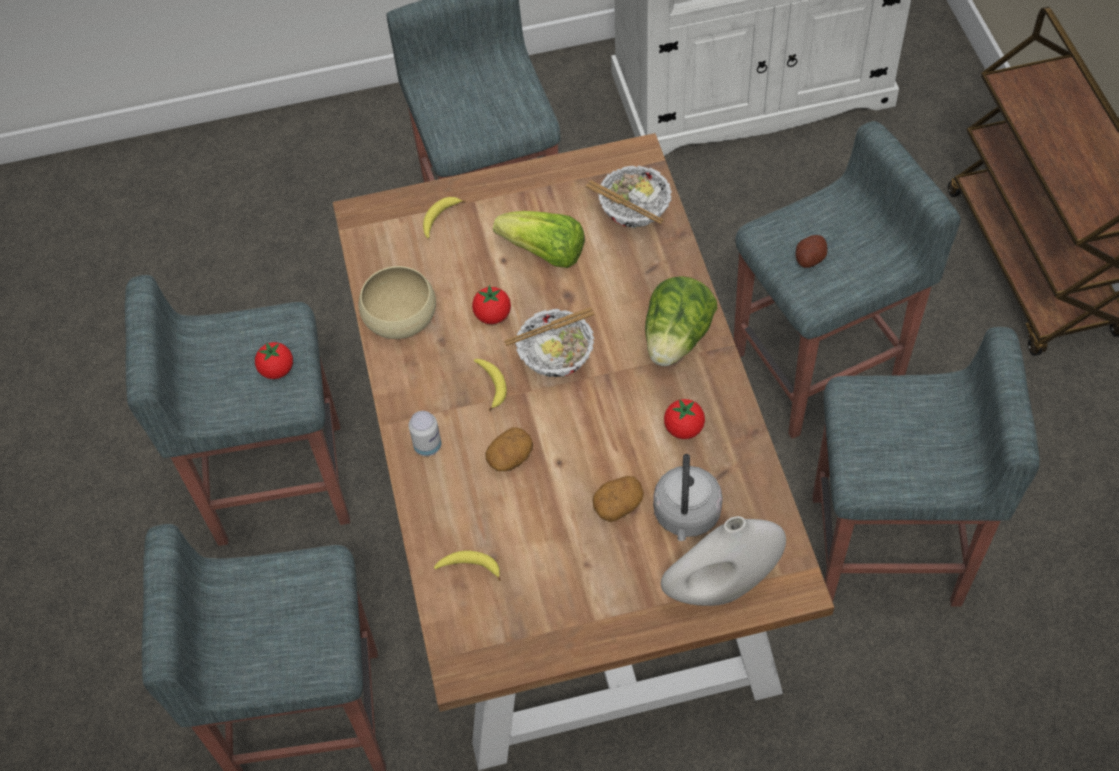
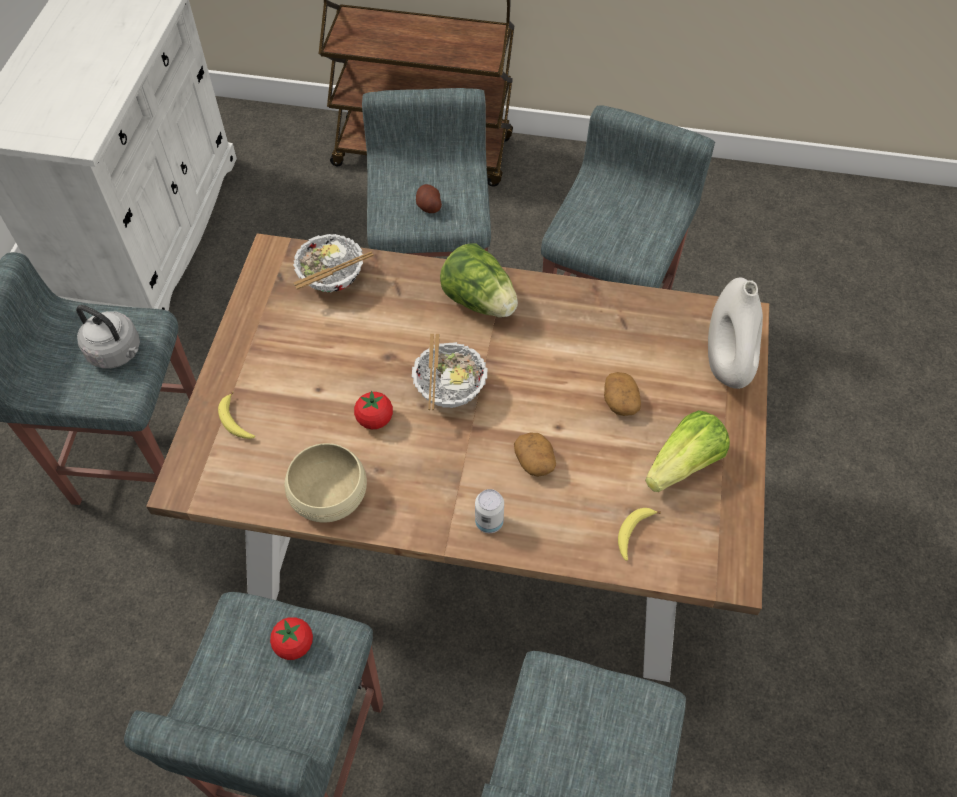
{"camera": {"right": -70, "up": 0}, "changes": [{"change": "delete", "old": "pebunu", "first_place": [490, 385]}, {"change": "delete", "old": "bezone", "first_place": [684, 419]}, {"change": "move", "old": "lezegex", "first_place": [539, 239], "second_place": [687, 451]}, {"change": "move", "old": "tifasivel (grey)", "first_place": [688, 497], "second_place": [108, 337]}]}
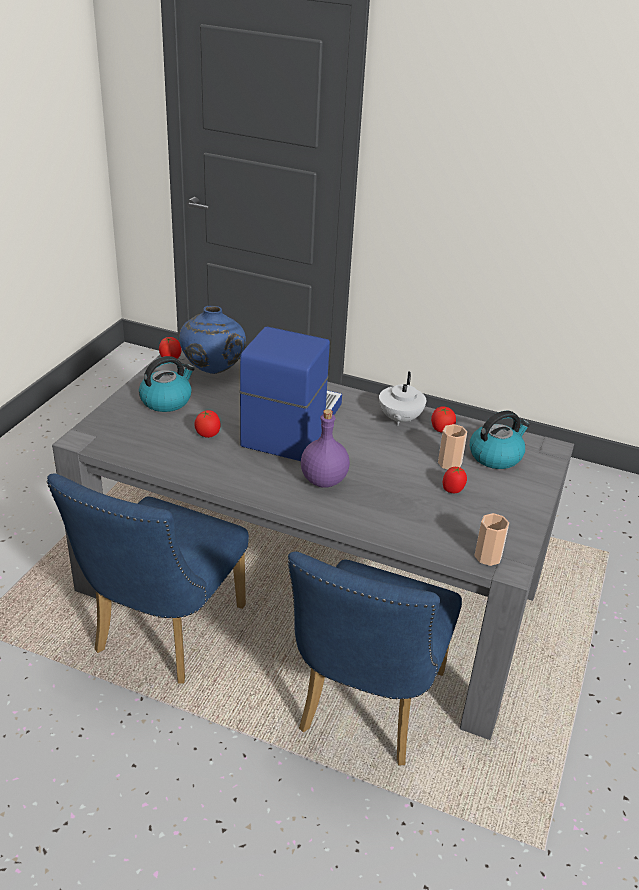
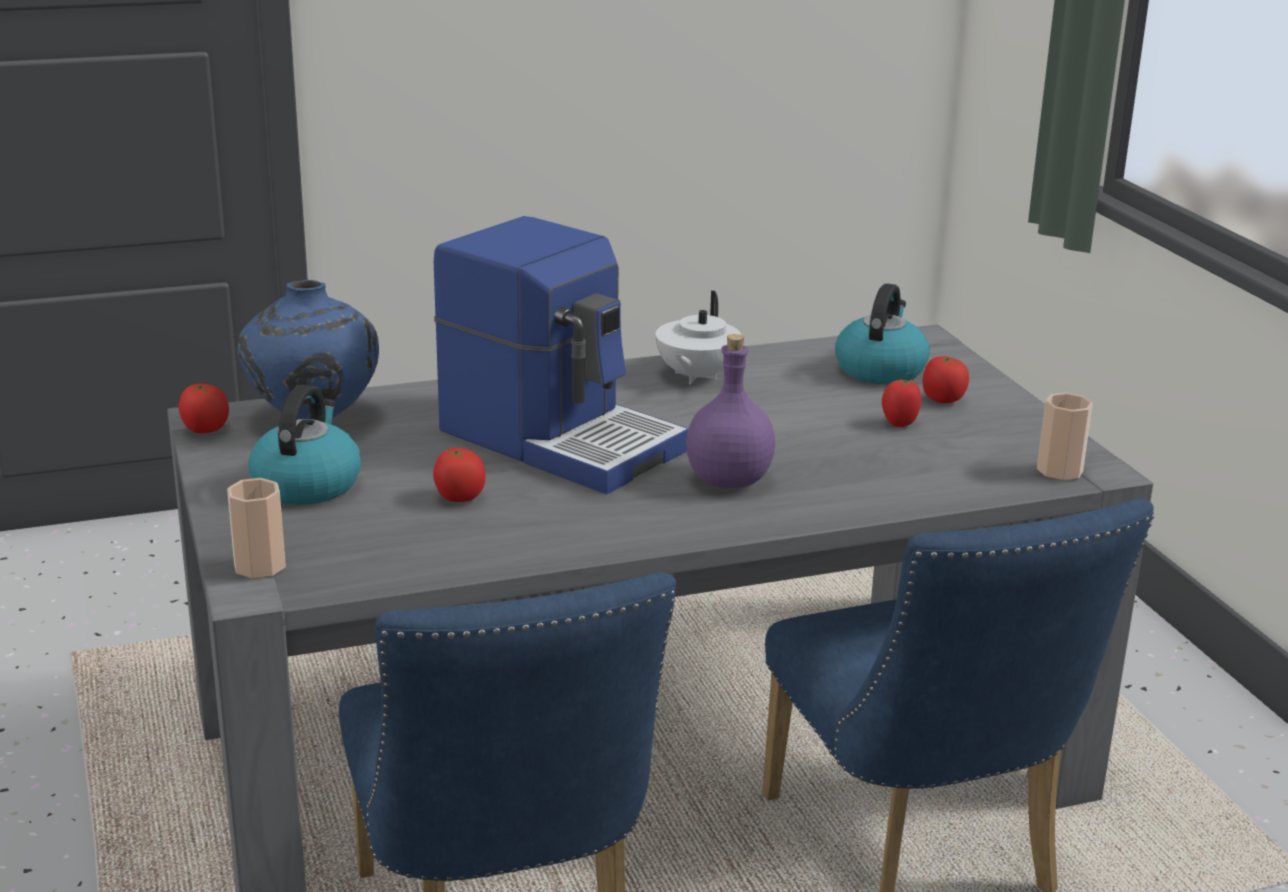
{"camera": {"right": -40, "up": -10}, "changes": [{"change": "move", "old": "bezone", "first_place": [443, 419], "second_place": [946, 379]}, {"change": "move", "old": "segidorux", "first_place": [452, 446], "second_place": [256, 528]}, {"change": "rotate", "old": "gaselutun", "first_place": [290, 394], "second_place": [561, 355], "degrees": 150}, {"change": "rotate", "old": "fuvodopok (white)", "first_place": [402, 398], "second_place": [698, 338], "degrees": 45}]}
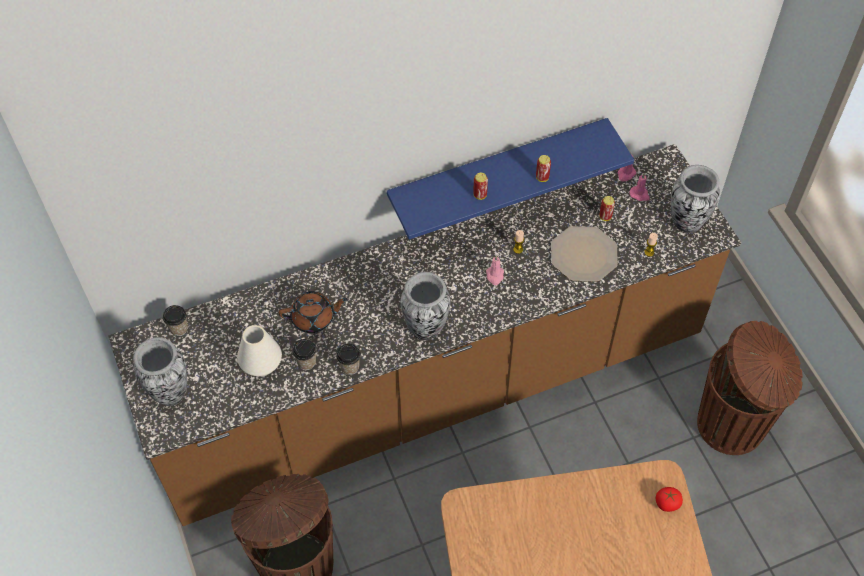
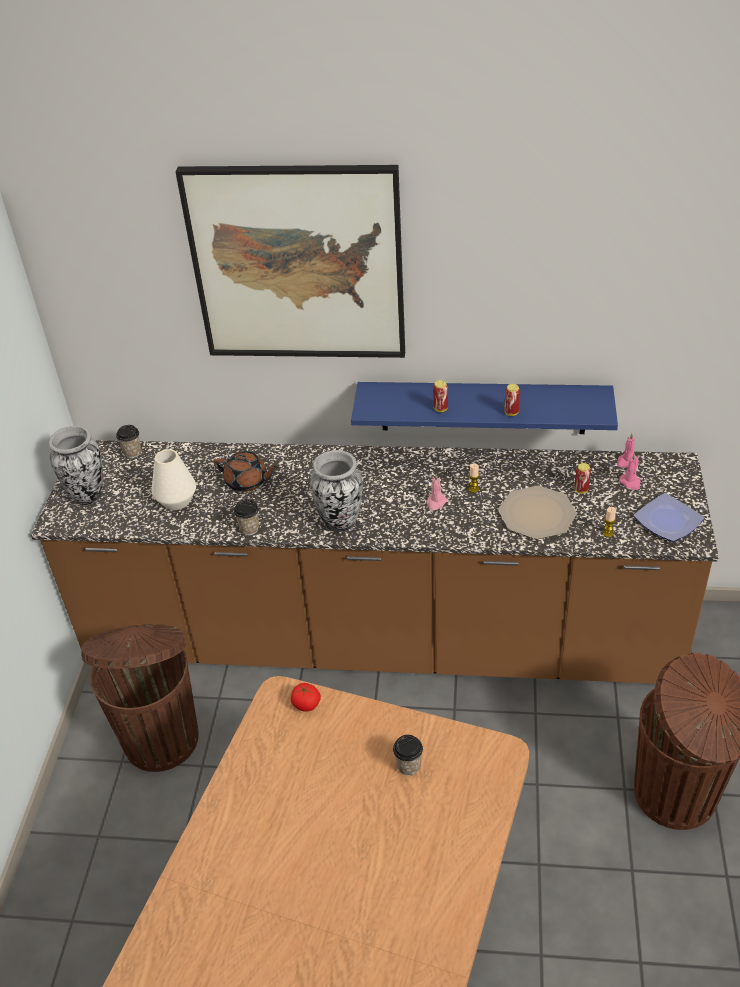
{"camera": {"right": 30, "up": -15}, "changes": [{"change": "insert", "new": "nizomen", "second_place": [290, 261]}, {"change": "move", "old": "segidorux", "first_place": [304, 354], "second_place": [408, 755]}, {"change": "move", "old": "bezone", "first_place": [669, 499], "second_place": [306, 697]}, {"change": "replace", "old": "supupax", "new": "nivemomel", "first_place": [695, 199], "second_place": [669, 517]}]}
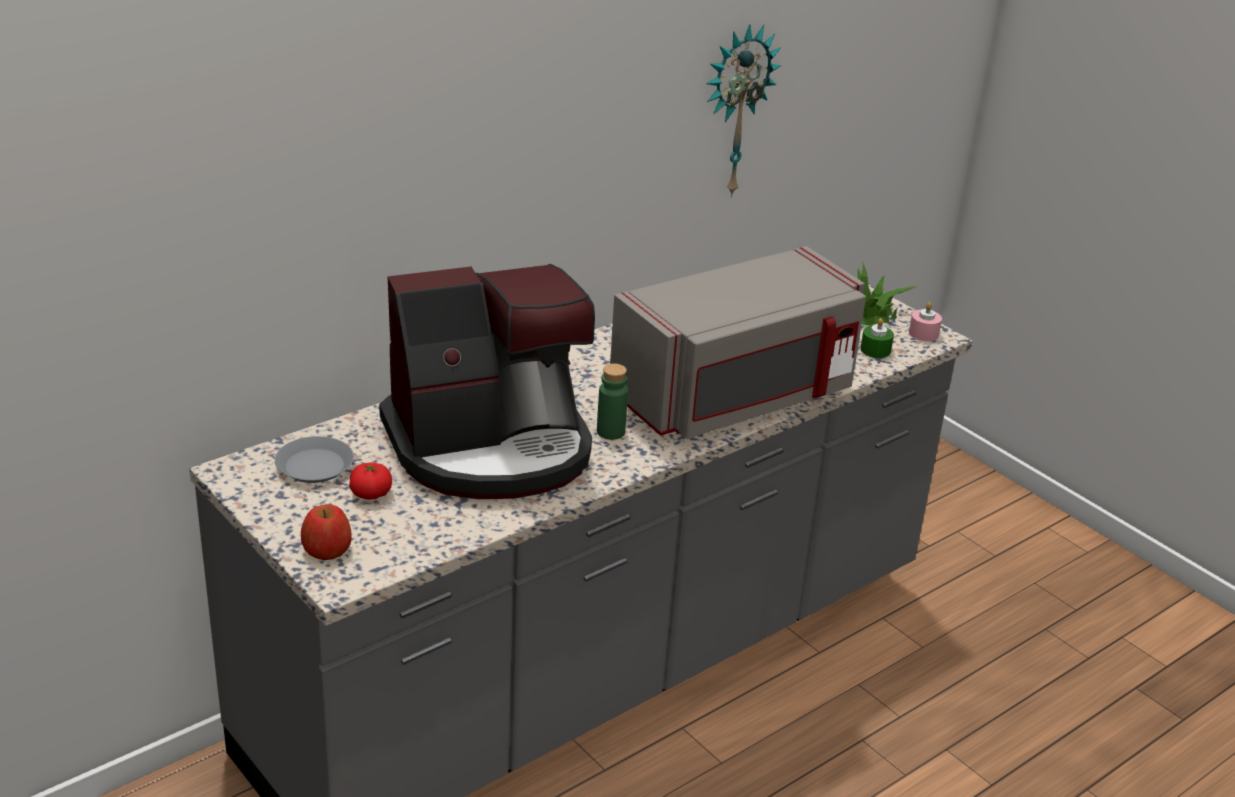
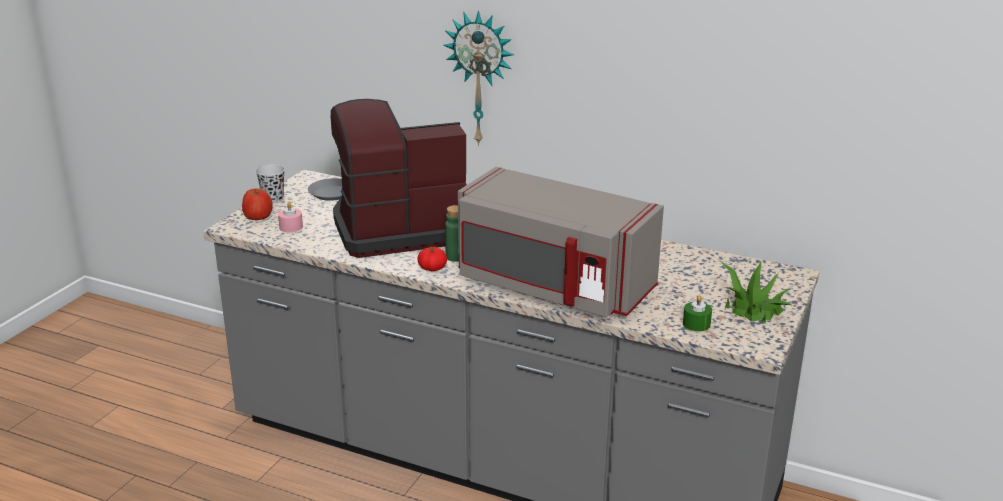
{"camera": {"right": 65, "up": -5}, "changes": [{"change": "insert", "new": "segidorux (black)", "second_place": [270, 183]}, {"change": "move", "old": "bezone", "first_place": [370, 481], "second_place": [432, 259]}, {"change": "move", "old": "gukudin", "first_place": [743, 111], "second_place": [479, 78]}, {"change": "move", "old": "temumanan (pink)", "first_place": [925, 321], "second_place": [290, 217]}, {"change": "rotate", "old": "gaselutun", "first_place": [487, 381], "second_place": [399, 178], "degrees": 120}]}
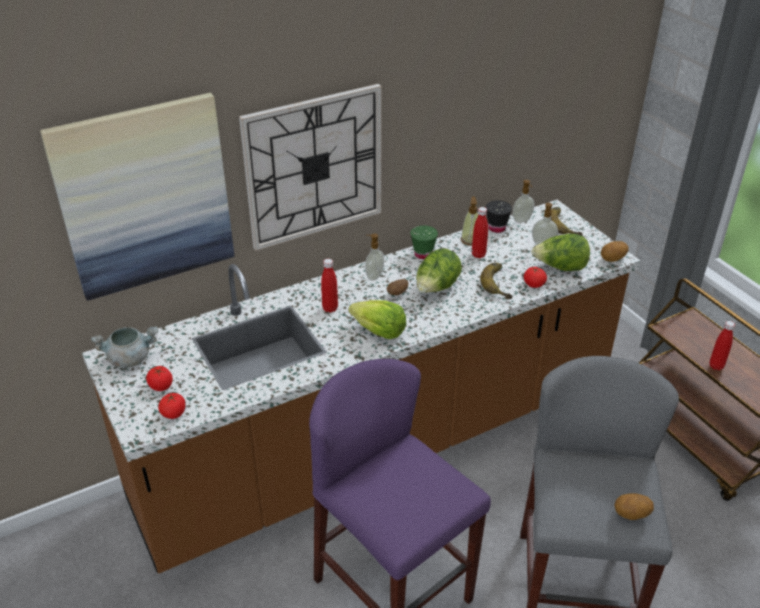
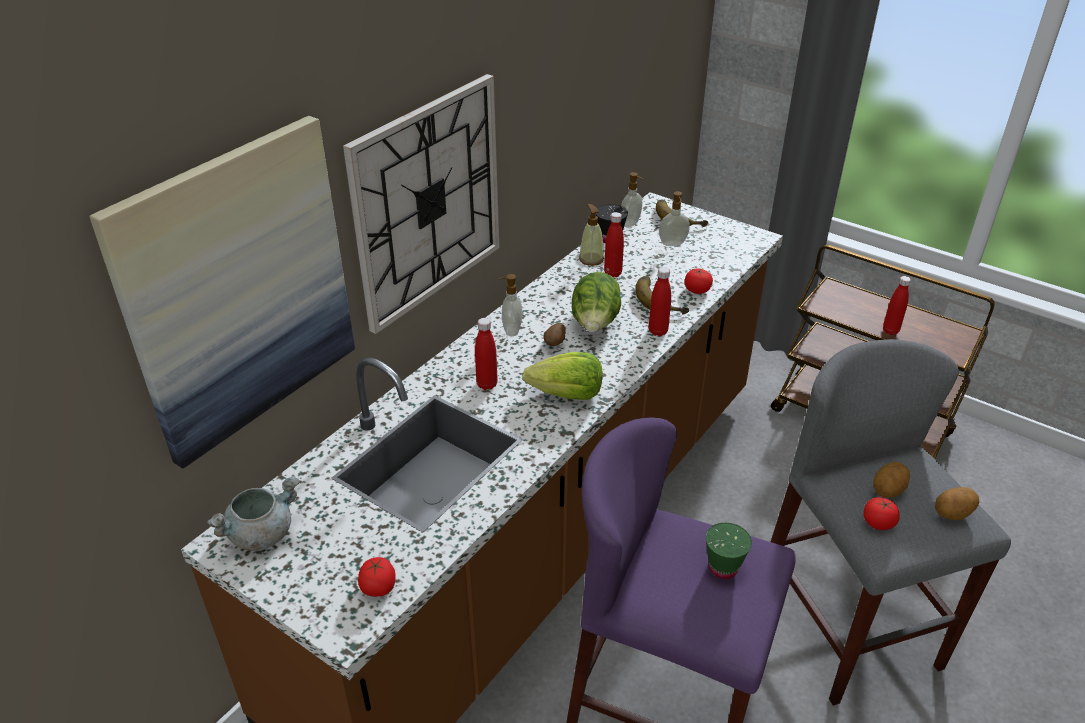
{"camera": {"right": -25, "up": 0}, "changes": [{"change": "delete", "old": "lezegex", "first_place": [560, 252]}, {"change": "insert", "new": "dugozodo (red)", "second_place": [660, 301]}, {"change": "move", "old": "bezone", "first_place": [159, 378], "second_place": [882, 513]}, {"change": "move", "old": "segidorux (green)", "first_place": [424, 242], "second_place": [729, 551]}, {"change": "move", "old": "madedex", "first_place": [615, 251], "second_place": [891, 480]}]}
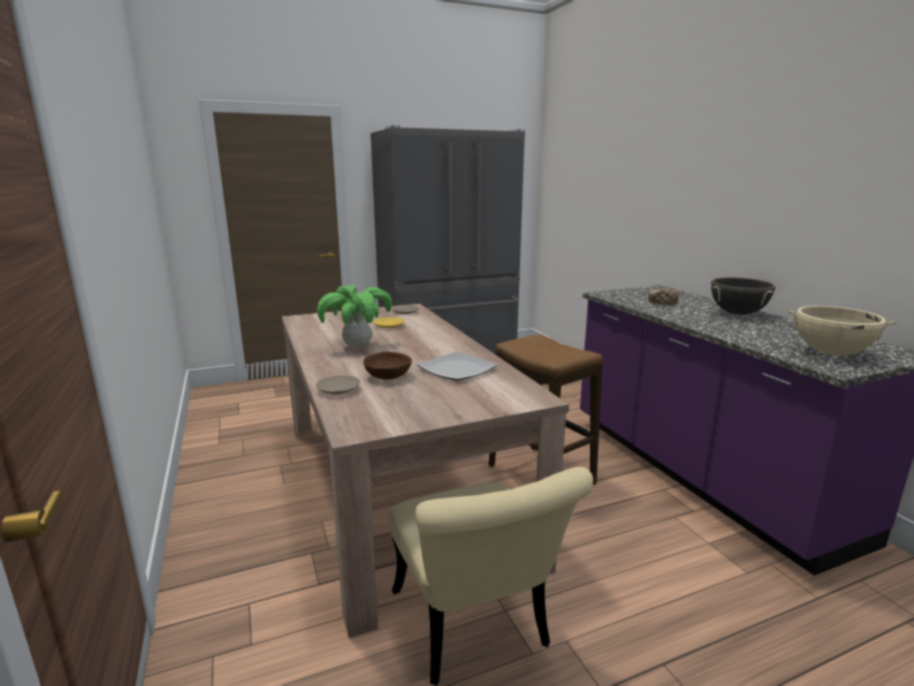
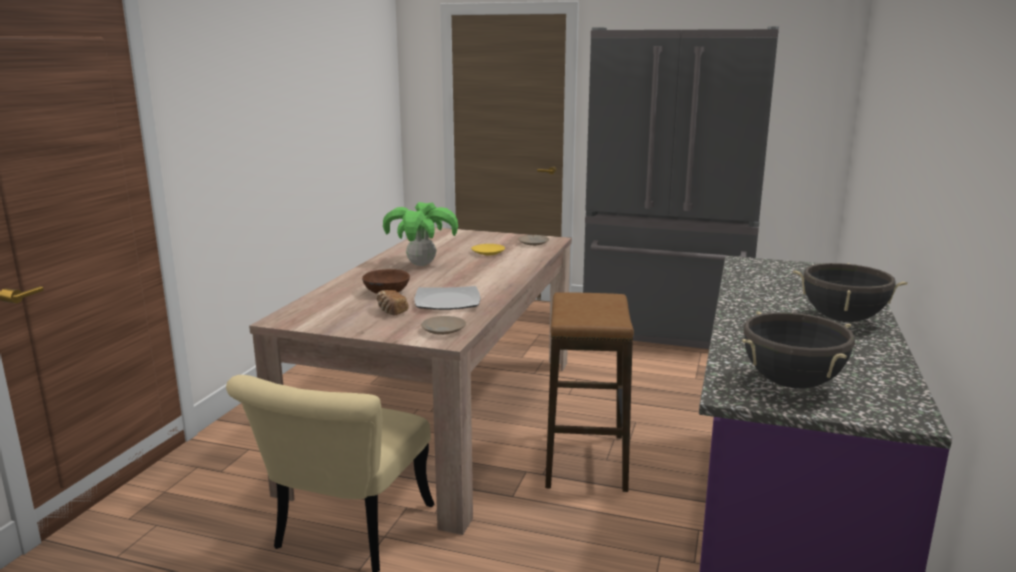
{"camera": {"right": 40, "up": 0}, "changes": [{"change": "move", "old": "nivemomel (beige)", "first_place": [338, 384], "second_place": [443, 325]}, {"change": "move", "old": "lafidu", "first_place": [663, 296], "second_place": [392, 302]}, {"change": "recolor", "old": "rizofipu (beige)", "new": "rizofipu (black)", "first_place": [842, 331], "second_place": [798, 350]}]}
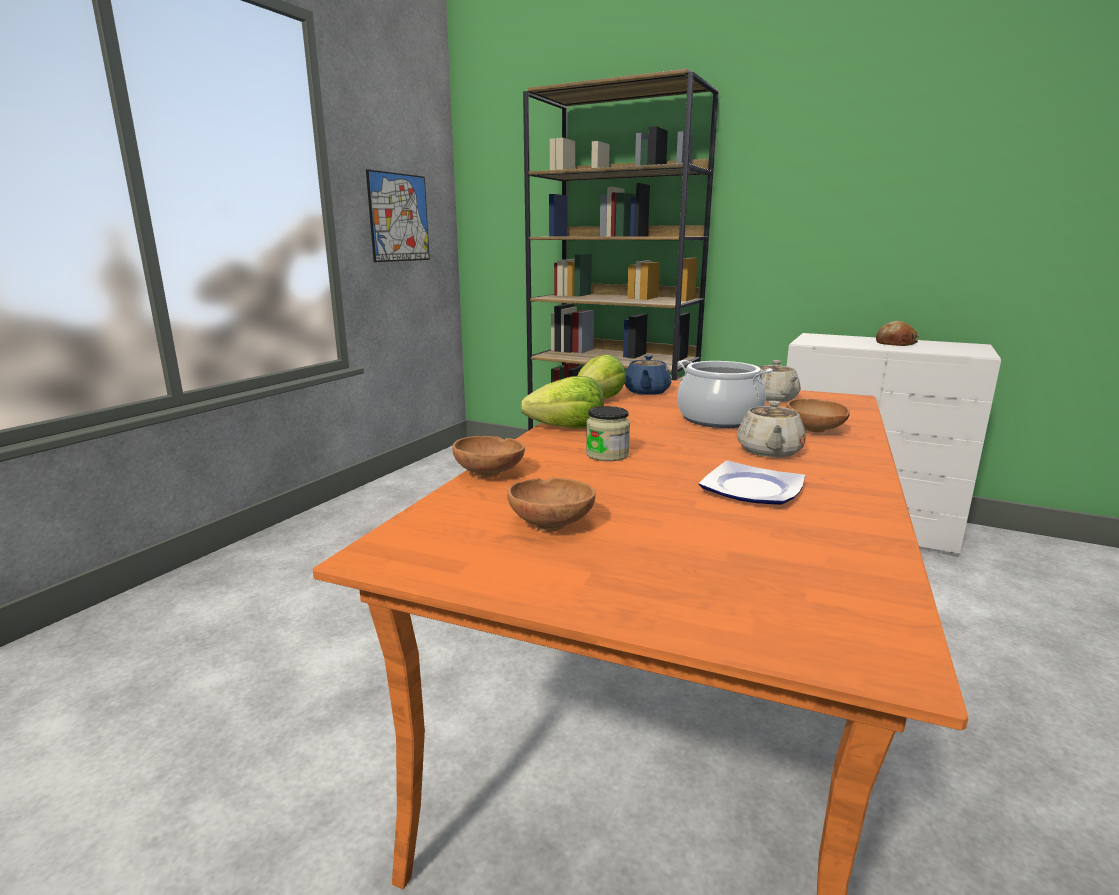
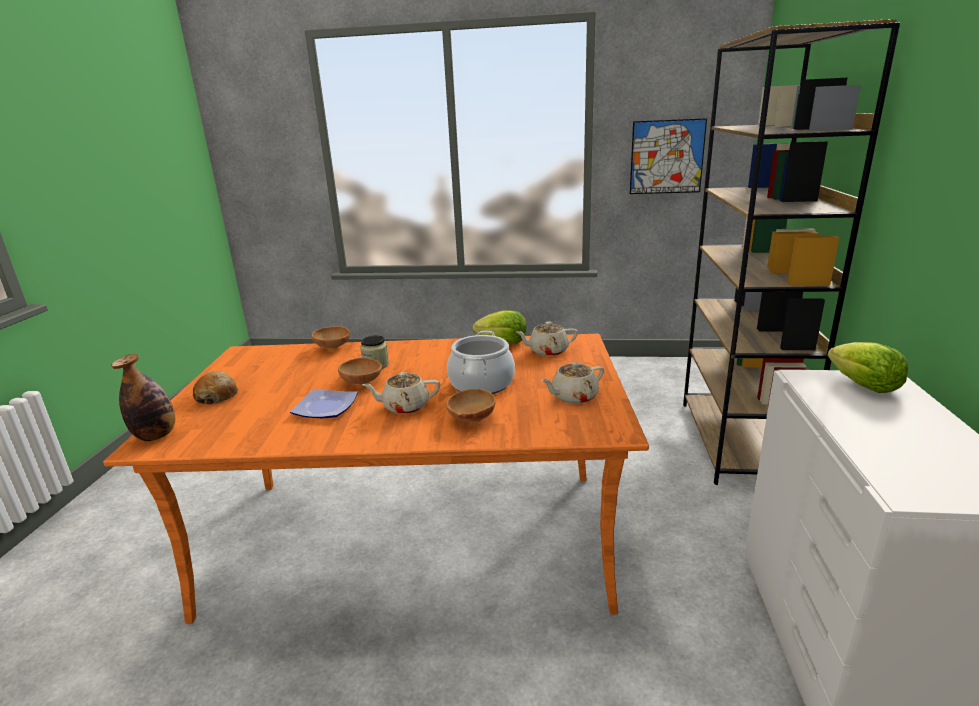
{"camera": {"right": 70, "up": 5}, "changes": [{"change": "insert", "new": "dugozodo", "second_place": [143, 397]}, {"change": "move", "old": "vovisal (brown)", "first_place": [551, 505], "second_place": [360, 371]}, {"change": "move", "old": "lezegex", "first_place": [562, 402], "second_place": [867, 367]}, {"change": "move", "old": "lafidu", "first_place": [897, 333], "second_place": [215, 387]}, {"change": "recolor", "old": "fuvodopok (blue)", "new": "fuvodopok (beige)", "first_place": [648, 375], "second_place": [547, 339]}]}
